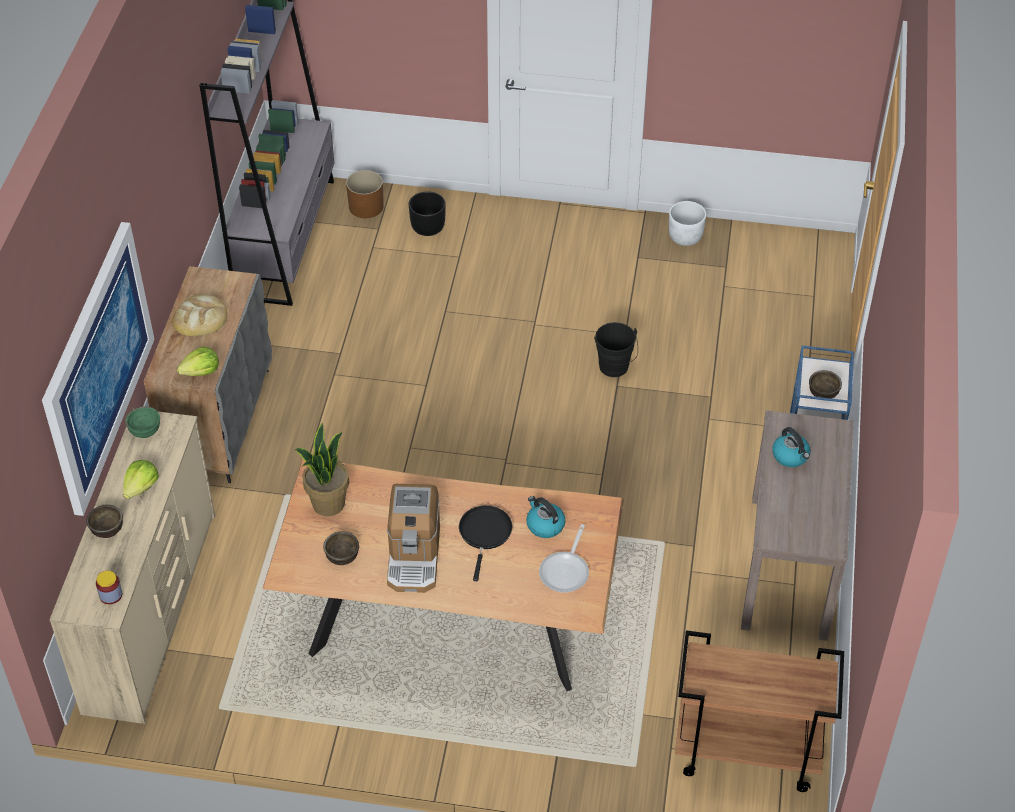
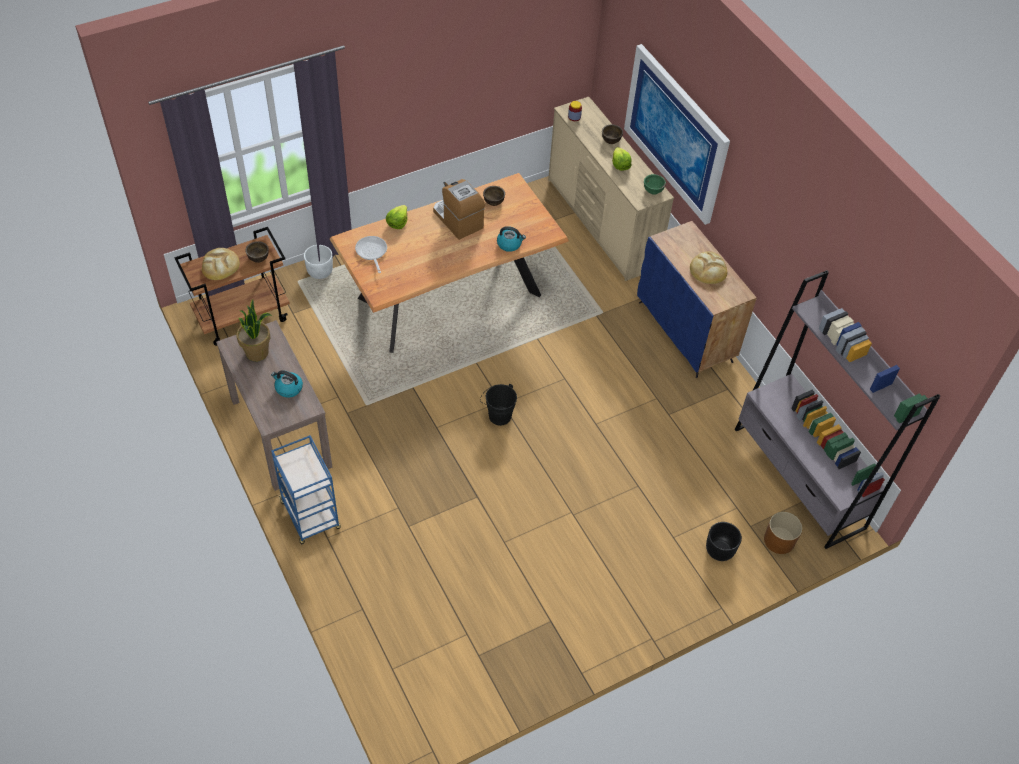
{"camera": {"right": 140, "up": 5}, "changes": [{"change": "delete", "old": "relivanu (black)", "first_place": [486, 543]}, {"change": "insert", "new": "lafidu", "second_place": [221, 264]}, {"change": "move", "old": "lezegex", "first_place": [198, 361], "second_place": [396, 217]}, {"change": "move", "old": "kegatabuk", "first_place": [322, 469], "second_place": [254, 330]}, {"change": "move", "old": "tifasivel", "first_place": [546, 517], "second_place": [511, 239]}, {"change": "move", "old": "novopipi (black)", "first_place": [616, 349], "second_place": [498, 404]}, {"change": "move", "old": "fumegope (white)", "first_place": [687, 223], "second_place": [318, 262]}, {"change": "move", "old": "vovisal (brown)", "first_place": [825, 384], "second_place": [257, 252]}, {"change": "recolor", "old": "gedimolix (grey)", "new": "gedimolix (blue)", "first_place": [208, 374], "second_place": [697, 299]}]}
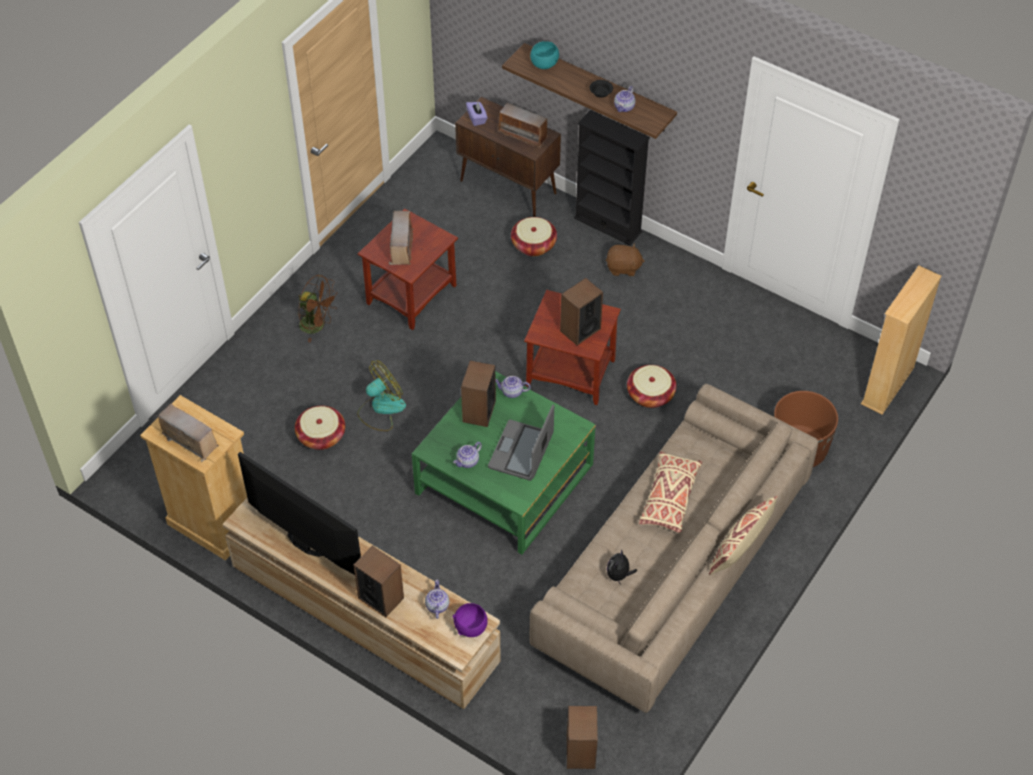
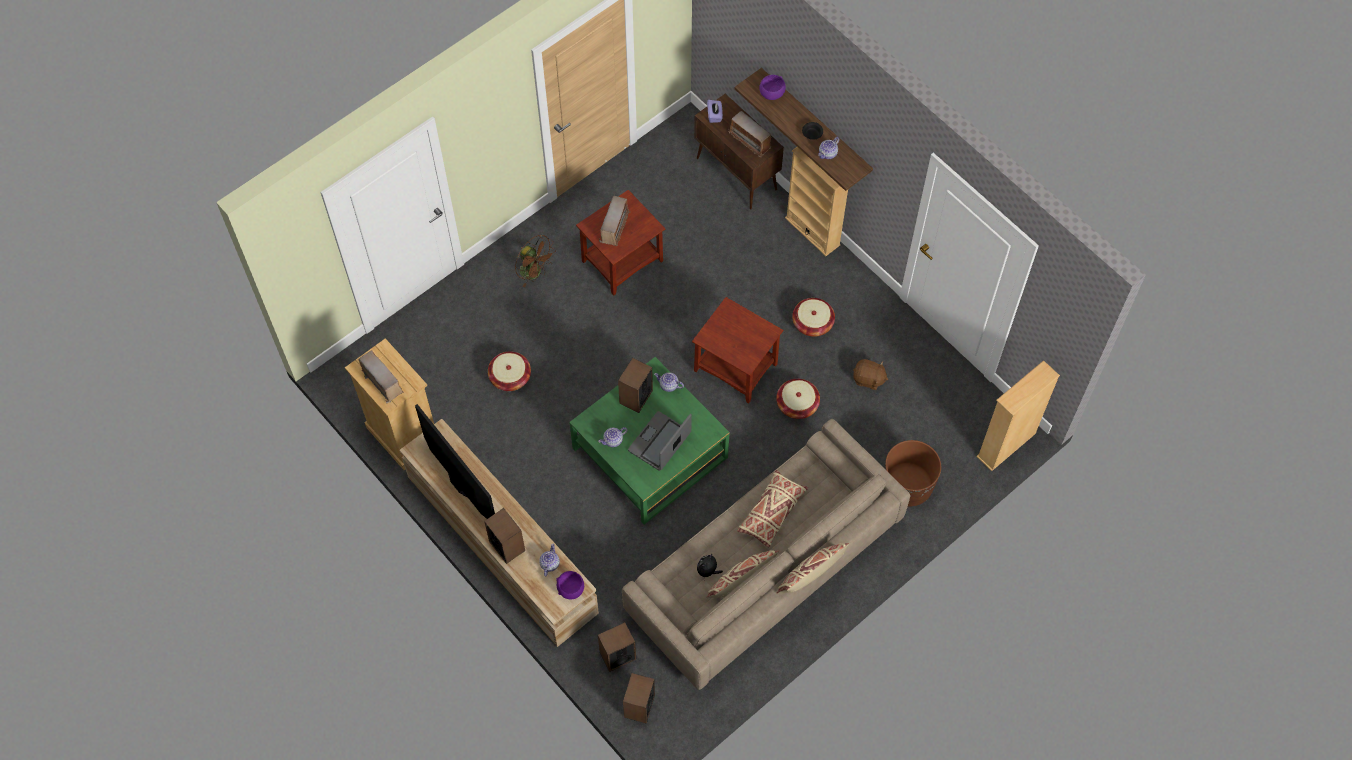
{"camera": {"right": 15, "up": 10}, "changes": [{"change": "delete", "old": "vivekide", "first_place": [381, 395]}, {"change": "insert", "new": "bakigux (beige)", "second_place": [742, 574]}, {"change": "move", "old": "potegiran", "first_place": [534, 236], "second_place": [813, 317]}, {"change": "move", "old": "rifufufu", "first_place": [581, 311], "second_place": [617, 647]}, {"change": "move", "old": "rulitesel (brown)", "first_place": [625, 259], "second_place": [870, 374]}, {"change": "recolor", "old": "vovisal (turquoise)", "new": "vovisal (purple)", "first_place": [544, 55], "second_place": [772, 87]}, {"change": "recolor", "old": "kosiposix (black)", "new": "kosiposix (beige)", "first_place": [612, 177], "second_place": [816, 201]}]}
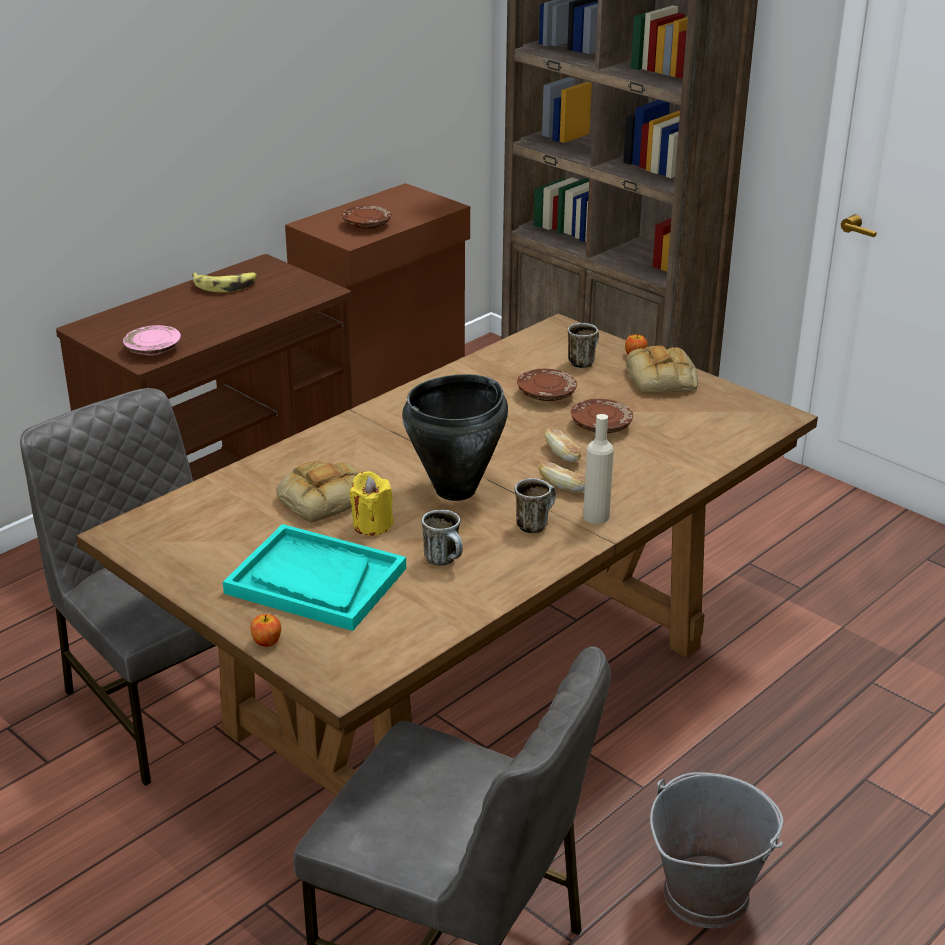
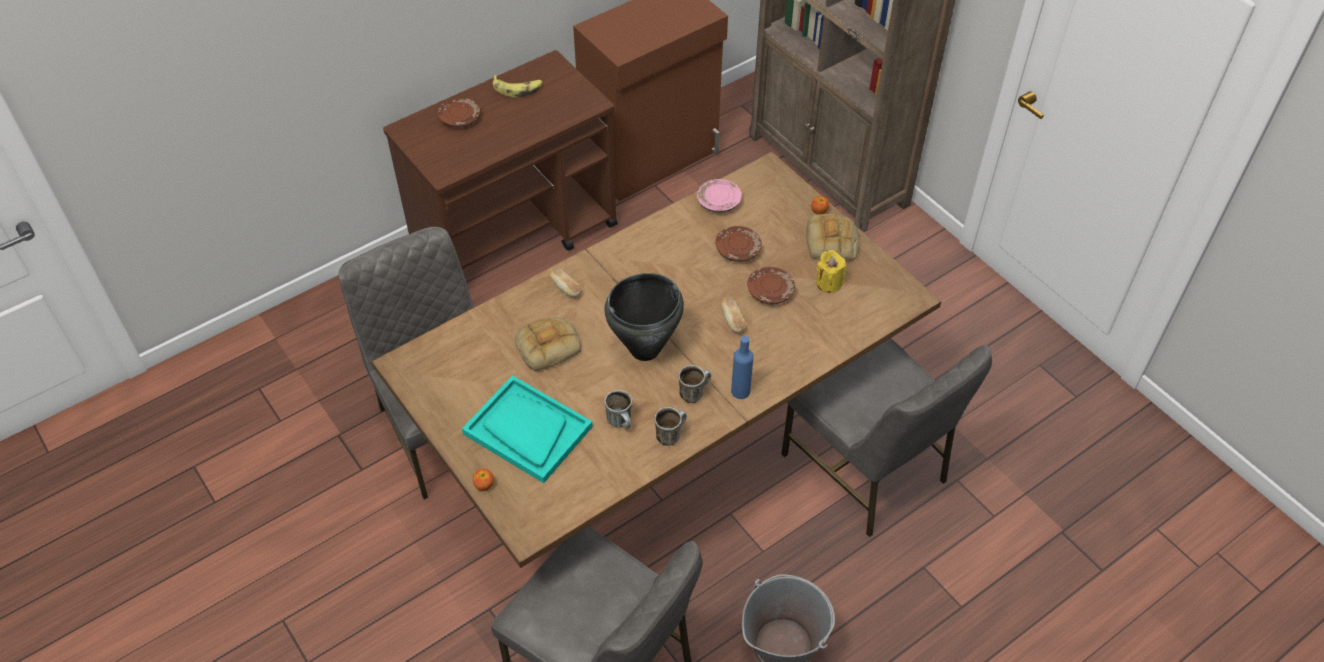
{"camera": {"right": 10, "up": 20}, "changes": [{"change": "insert", "new": "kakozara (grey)", "second_place": [886, 437]}, {"change": "move", "old": "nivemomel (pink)", "first_place": [152, 340], "second_place": [719, 196]}, {"change": "move", "old": "nivemomel (brown)", "first_place": [366, 217], "second_place": [459, 112]}, {"change": "move", "old": "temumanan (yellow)", "first_place": [371, 503], "second_place": [831, 271]}, {"change": "move", "old": "lafidu", "first_place": [561, 476], "second_place": [565, 282]}, {"change": "move", "old": "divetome", "first_place": [583, 345], "second_place": [670, 426]}, {"change": "recolor", "old": "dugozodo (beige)", "new": "dugozodo (blue)", "first_place": [598, 469], "second_place": [742, 367]}]}
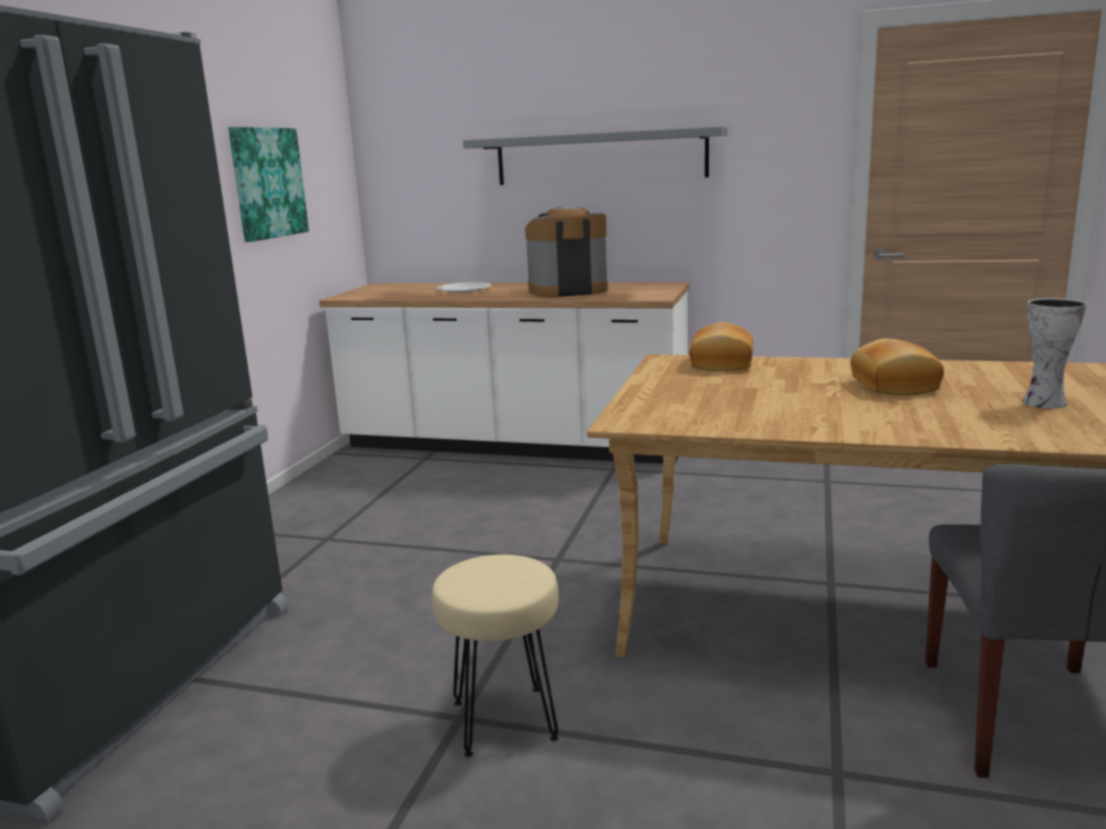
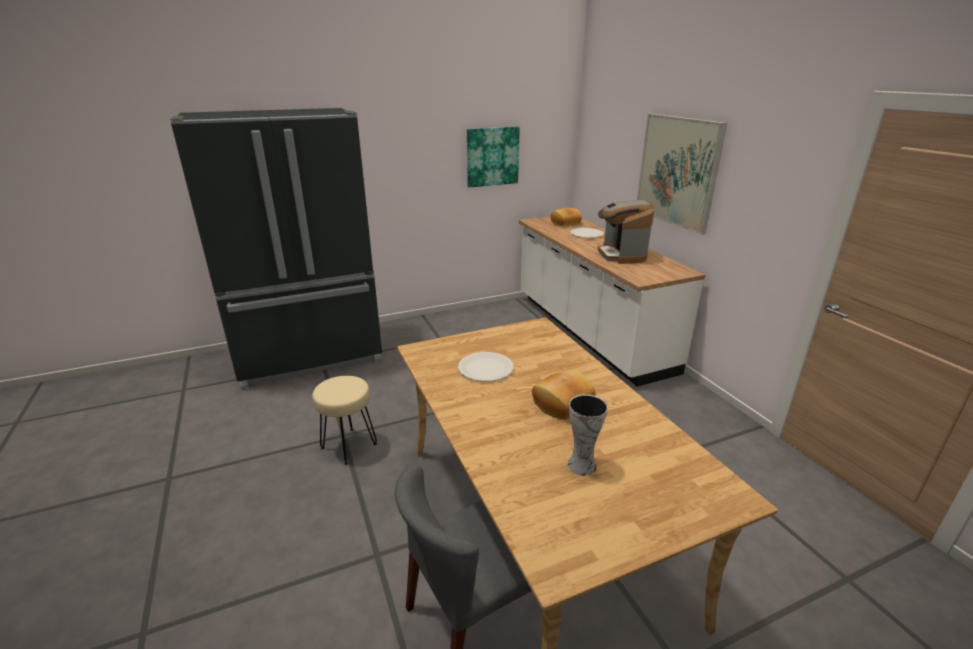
{"camera": {"right": 50, "up": 10}, "changes": [{"change": "insert", "new": "nivemomel (white)", "second_place": [486, 366]}, {"change": "move", "old": "lafidu", "first_place": [721, 347], "second_place": [566, 217]}, {"change": "replace", "old": "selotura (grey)", "new": "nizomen", "first_place": [595, 156], "second_place": [682, 174]}, {"change": "rotate", "old": "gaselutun", "first_place": [566, 251], "second_place": [626, 232], "degrees": -135}]}
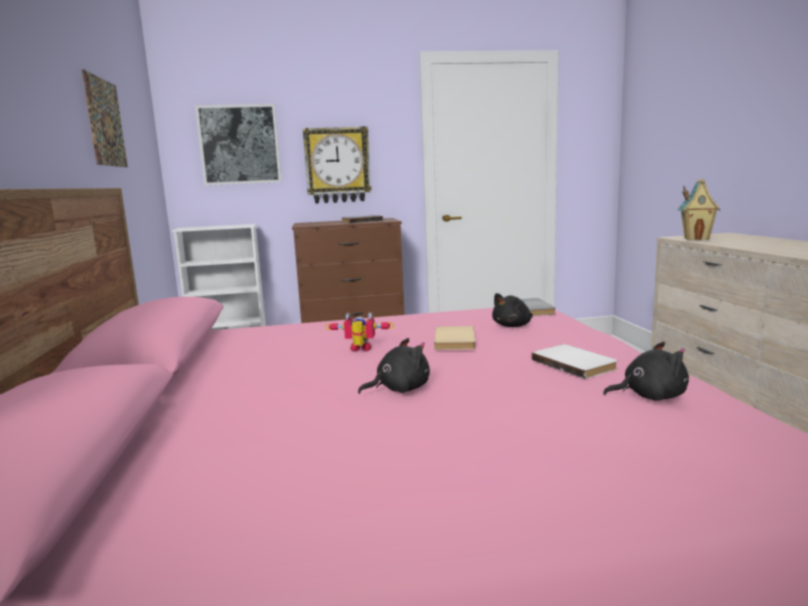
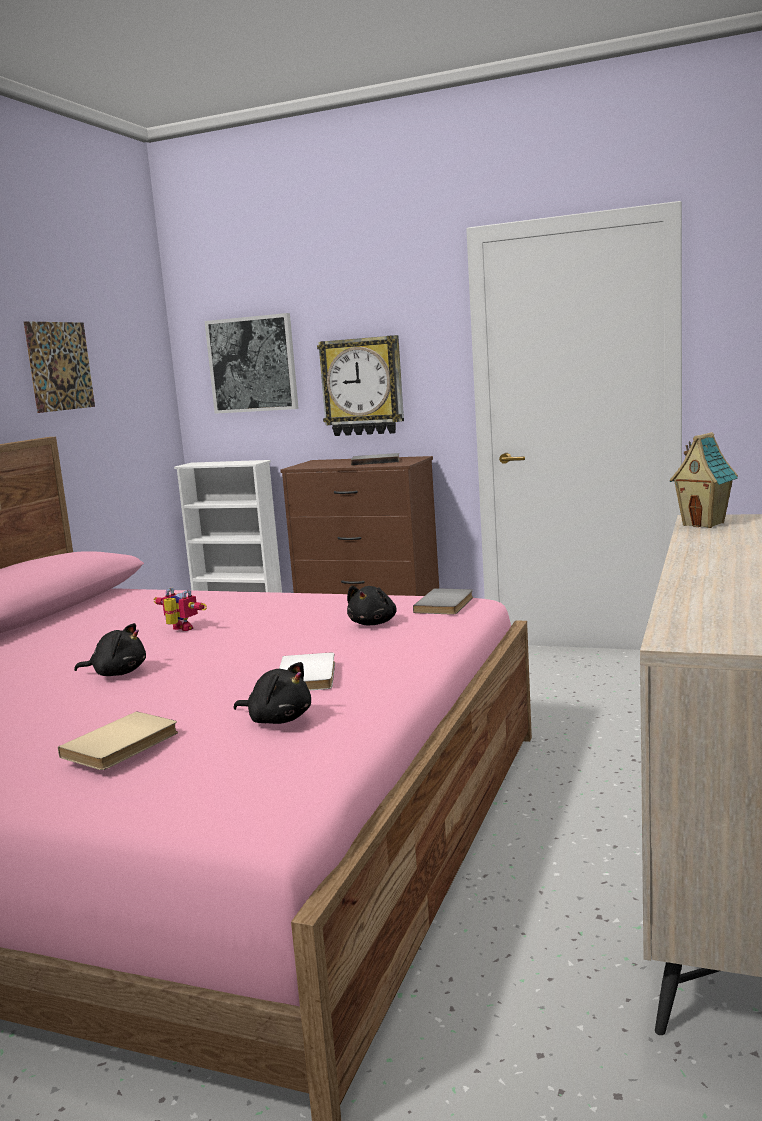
{"camera": {"right": 30, "up": 0}, "changes": [{"change": "move", "old": "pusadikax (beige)", "first_place": [455, 338], "second_place": [118, 741]}, {"change": "rotate", "old": "rulitesel (black)", "first_place": [512, 310], "second_place": [372, 605], "degrees": -60}]}
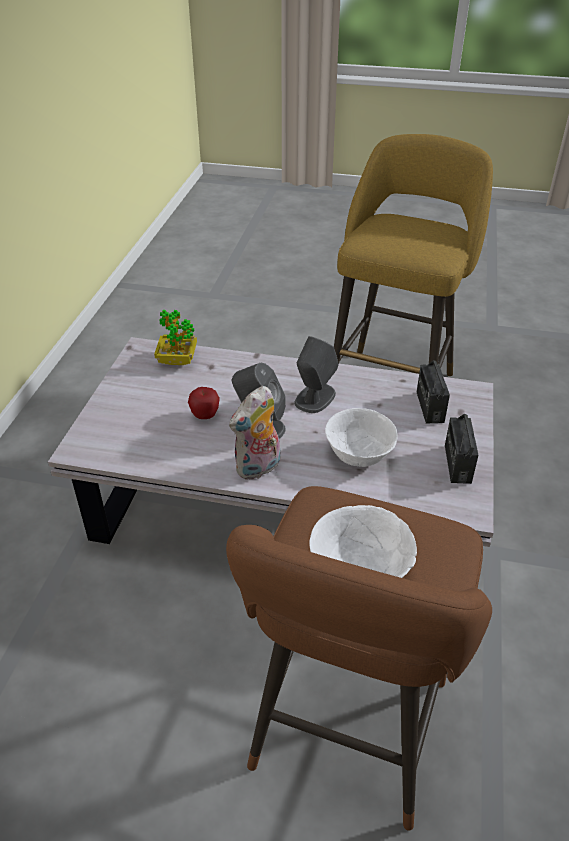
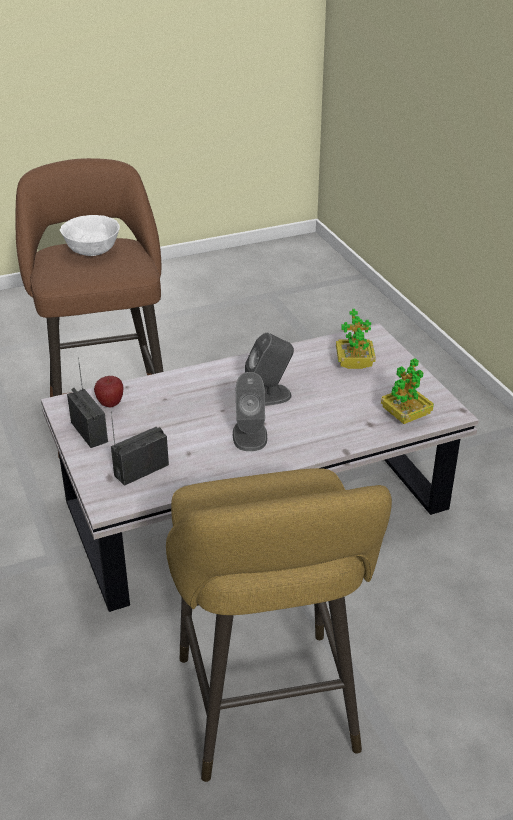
{"camera": {"right": 145, "up": -5}, "changes": [{"change": "delete", "old": "rulitesel", "first_place": [255, 433]}, {"change": "delete", "old": "vovisal (white)", "first_place": [361, 437]}, {"change": "insert", "new": "kegatabuk", "second_place": [356, 339]}, {"change": "move", "old": "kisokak", "first_place": [204, 403], "second_place": [109, 391]}, {"change": "rotate", "old": "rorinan", "first_place": [433, 391], "second_place": [140, 449], "degrees": -90}]}
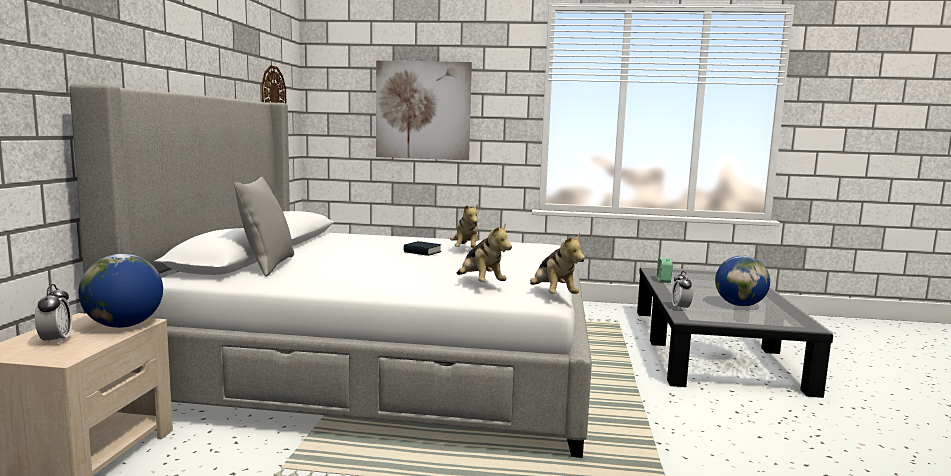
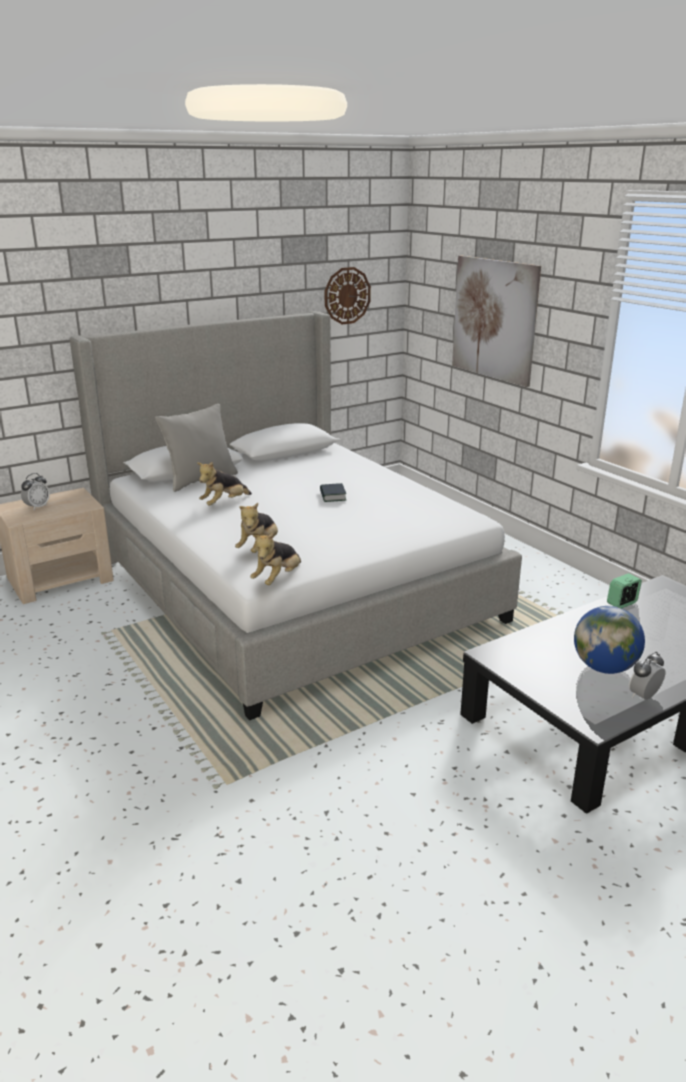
{"camera": {"right": 50, "up": 15}, "changes": [{"change": "delete", "old": "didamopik", "first_place": [121, 291]}, {"change": "move", "old": "rulitesel", "first_place": [464, 225], "second_place": [224, 484]}, {"change": "move", "old": "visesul", "first_place": [682, 290], "second_place": [647, 676]}]}
